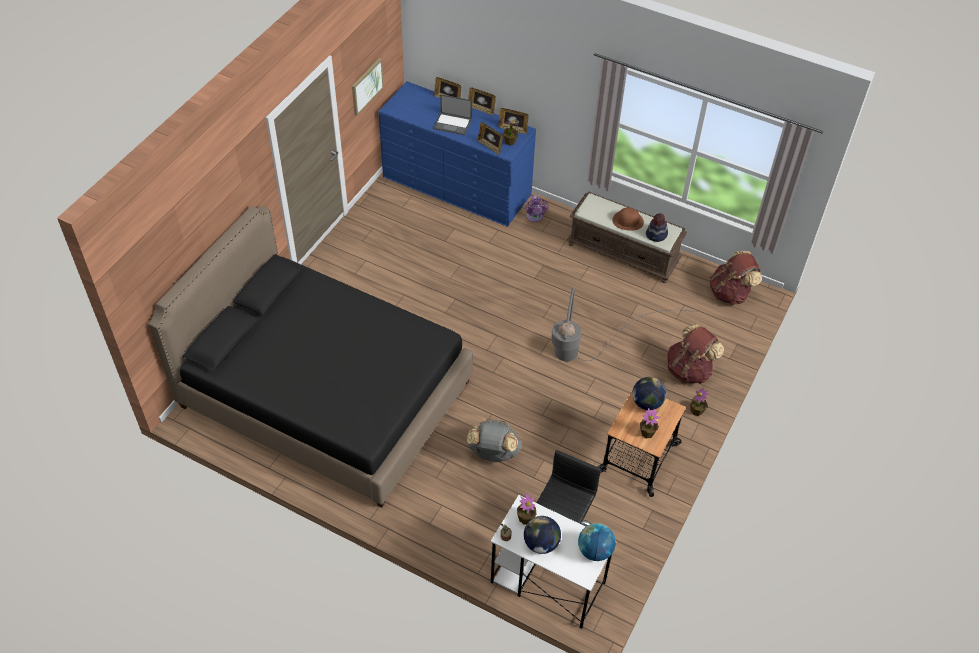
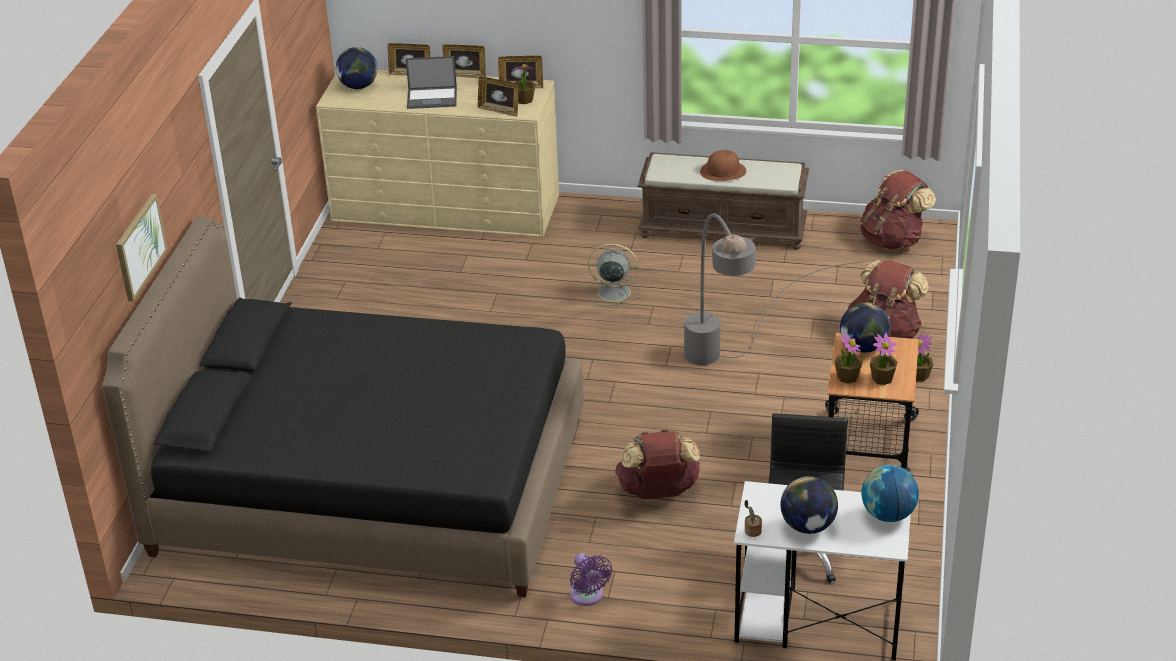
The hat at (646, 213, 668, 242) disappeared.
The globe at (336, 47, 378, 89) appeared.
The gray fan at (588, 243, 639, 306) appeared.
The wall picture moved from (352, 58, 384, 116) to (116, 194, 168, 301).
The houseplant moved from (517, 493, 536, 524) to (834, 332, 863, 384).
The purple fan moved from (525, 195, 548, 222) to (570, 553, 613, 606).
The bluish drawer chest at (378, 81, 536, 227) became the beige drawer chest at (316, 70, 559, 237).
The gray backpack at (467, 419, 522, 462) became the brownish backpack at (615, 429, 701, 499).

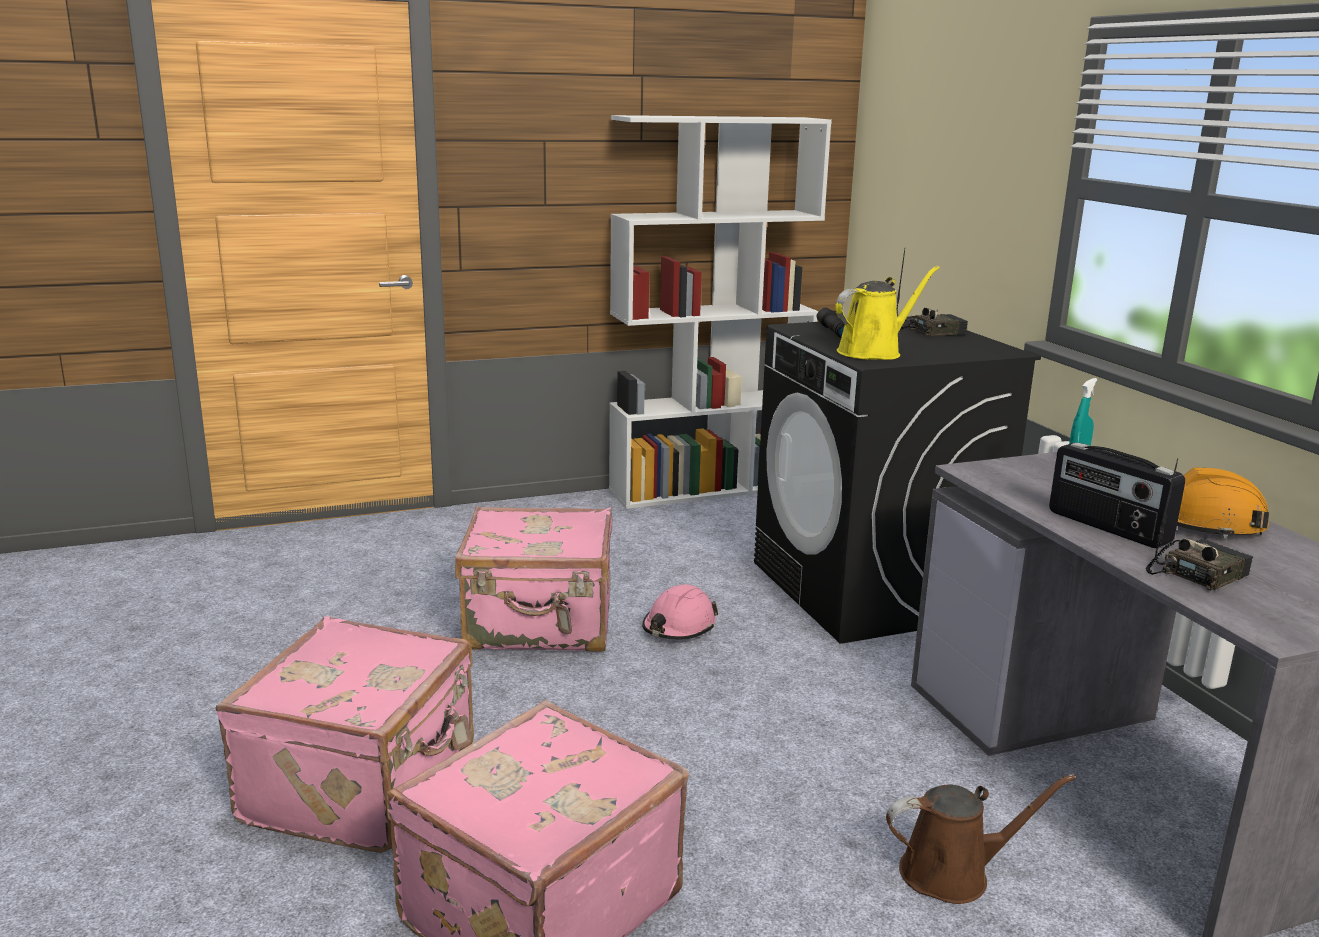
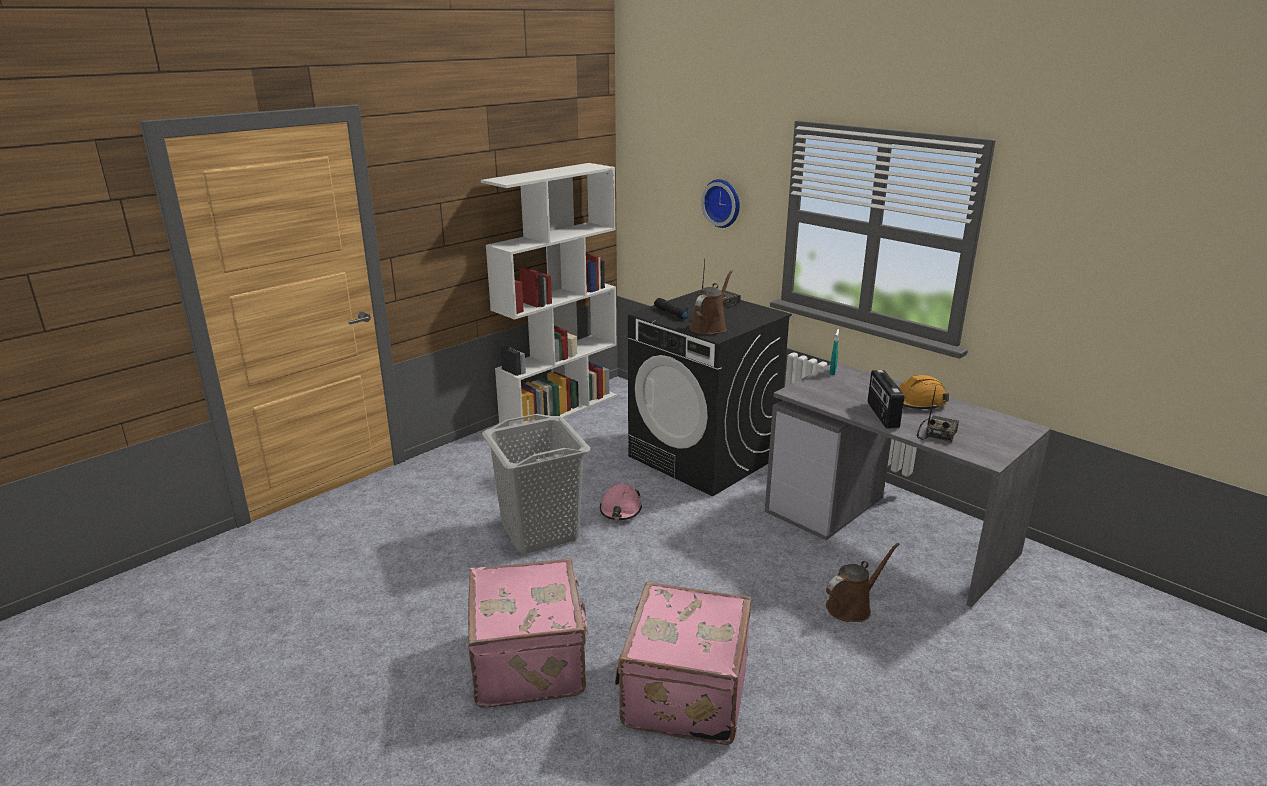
The wall clock at (701, 179, 740, 228) appeared.
The pink suitcase at (455, 506, 612, 652) was replaced by the gray washing basket at (482, 414, 590, 554).
The yellow watering pot at (835, 266, 939, 360) became the brownish watering pot at (690, 270, 733, 335).
The radio at (1049, 443, 1185, 548) turned 60 degrees clockwise.

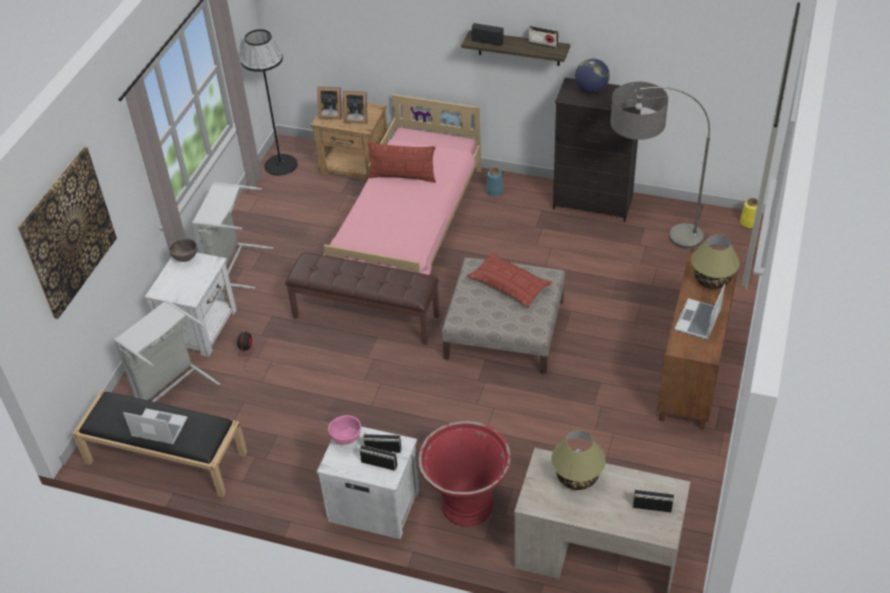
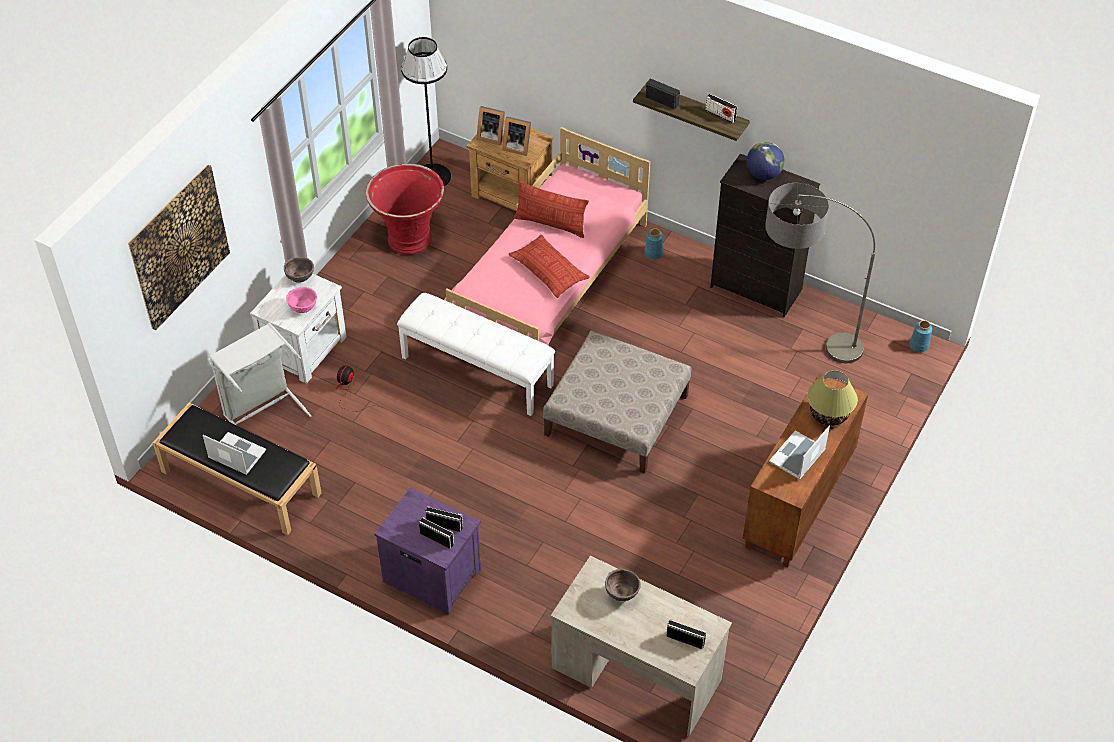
The gray washing basket at (192, 182, 274, 289) disappeared.
The pink deep dish moved from (328, 415, 361, 445) to (286, 287, 317, 313).
The red-coloured flower pot moved from (418, 421, 511, 526) to (365, 164, 444, 255).
The cushion moved from (467, 252, 552, 308) to (508, 235, 589, 298).
The lamp for a table at (551, 430, 606, 490) was replaced by the brownish deep dish at (605, 569, 641, 601).
The brownish indoor bench at (285, 252, 439, 345) became the white-coloured indoor bench at (397, 293, 555, 416).
The white-coloured bedside table at (317, 427, 420, 539) became the purple bedside table at (375, 488, 481, 615).
The yellow flower vase at (740, 198, 758, 228) became the bluish flower vase at (910, 320, 932, 352).

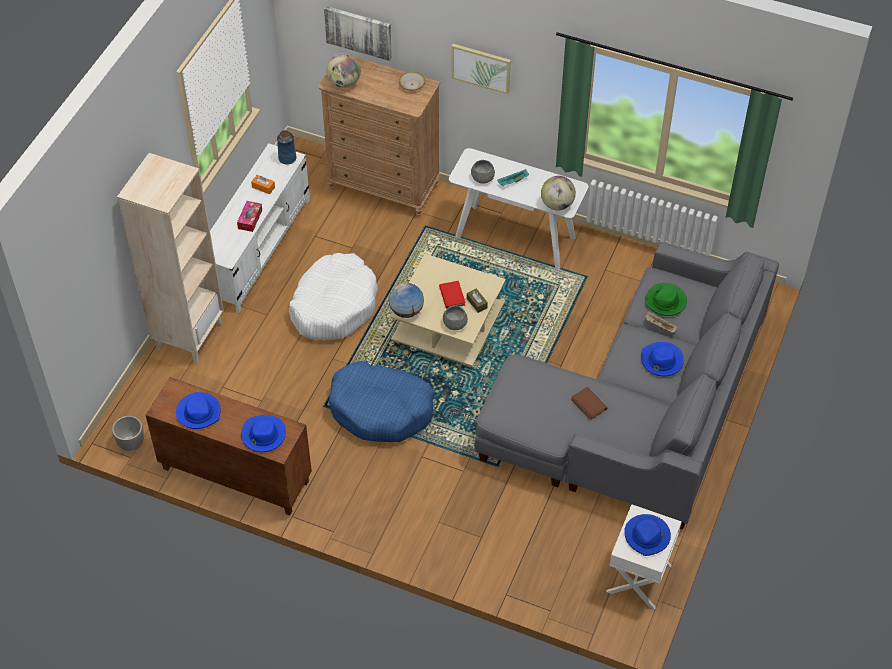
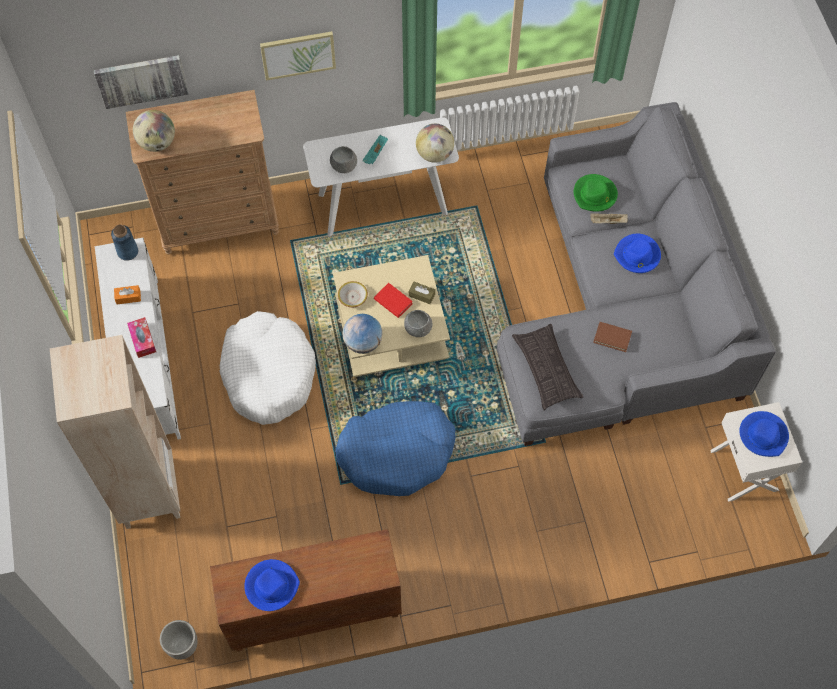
The bluish hat at (241, 415, 286, 452) disappeared.
The cushion at (512, 324, 583, 411) appeared.
The deep dish moved from (399, 72, 425, 91) to (338, 281, 368, 307).

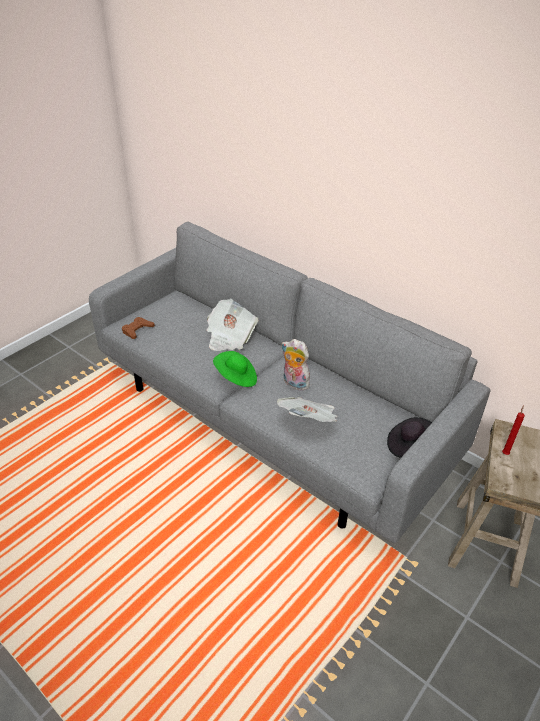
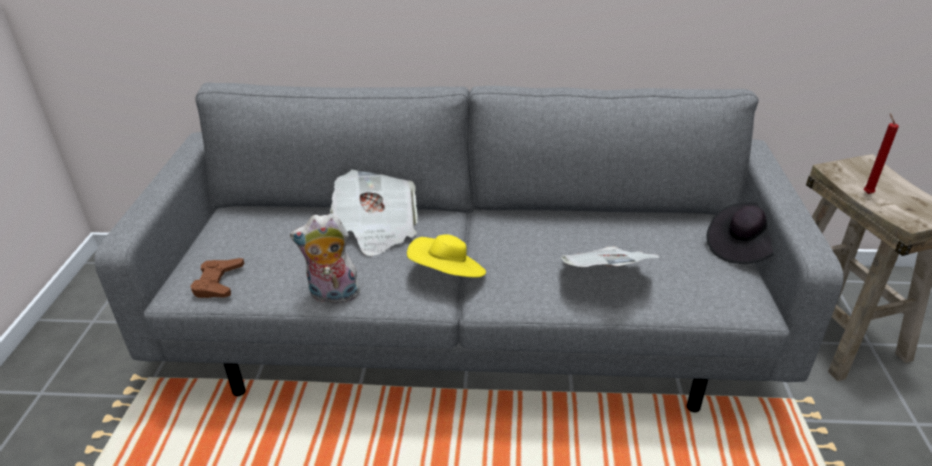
The plush toy moved from (281, 339, 310, 391) to (290, 213, 363, 303).
The greenish hat at (213, 351, 257, 387) became the yellow hat at (407, 234, 486, 277).

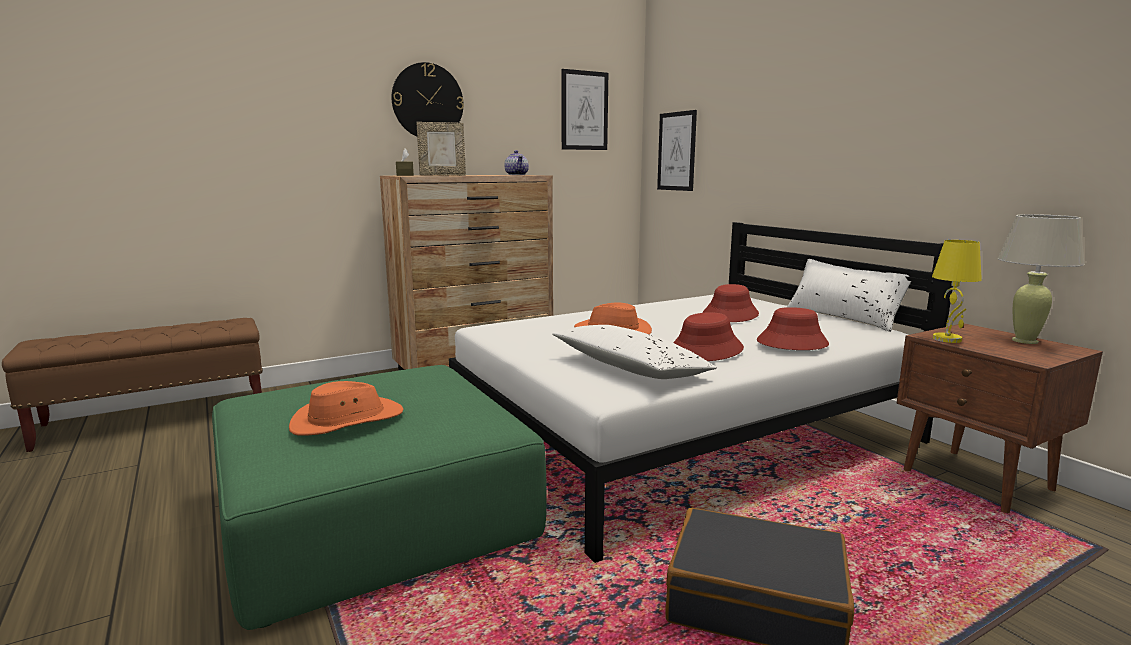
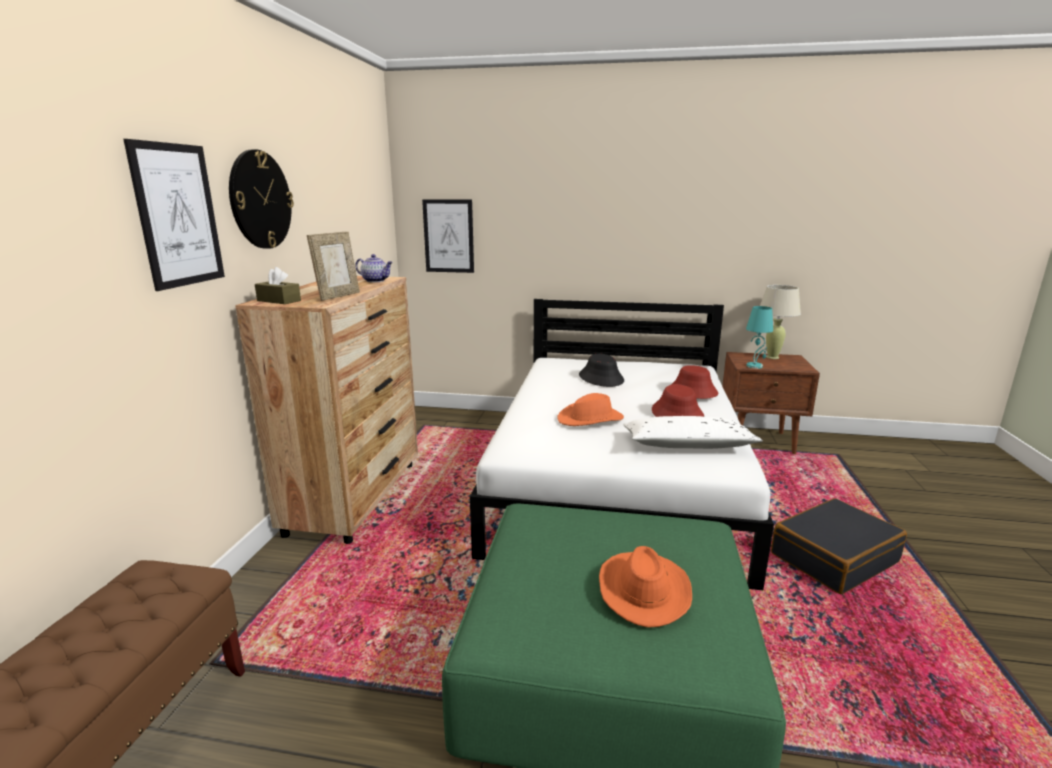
The white-coloured cushion at (787, 259, 911, 332) disappeared.
The wall picture moved from (562, 69, 608, 150) to (123, 139, 225, 291).
The red-coloured hat at (703, 284, 759, 322) became the black hat at (579, 354, 624, 387).
The yellow lamp for a table at (932, 240, 982, 343) became the blue-green lamp for a table at (746, 306, 773, 369).

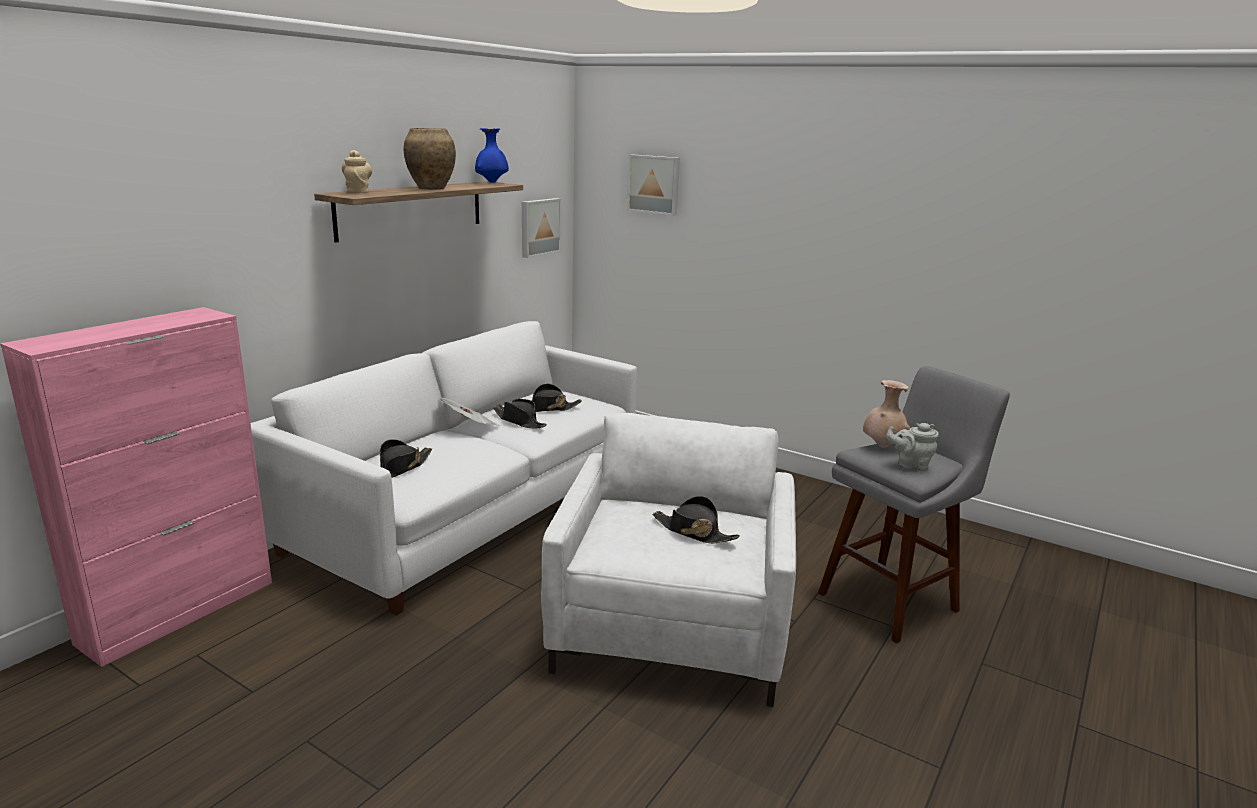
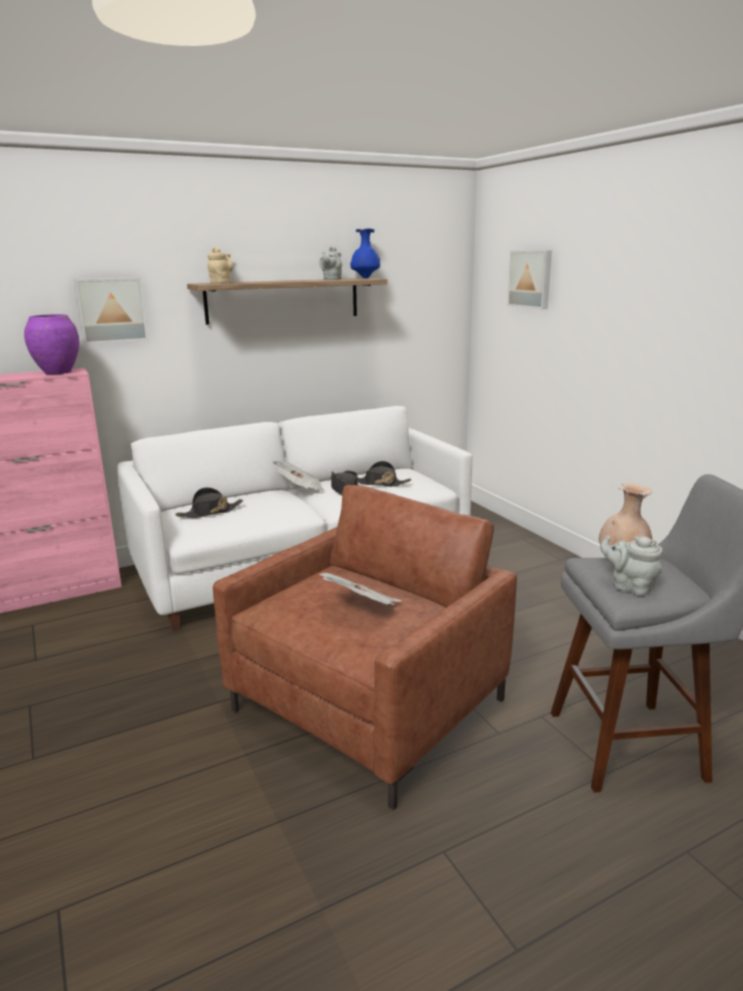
The brownish flower vase at (404, 128, 456, 190) disappeared.
The purple flower vase at (24, 314, 79, 375) appeared.
The gray teapot at (319, 246, 342, 280) appeared.
The wall picture moved from (522, 198, 561, 258) to (74, 277, 149, 345).
The black hat at (653, 496, 740, 544) was replaced by the printed paper at (319, 573, 401, 605).
The white-coloured lounge chair at (541, 413, 796, 707) became the brownish lounge chair at (213, 485, 517, 810).

